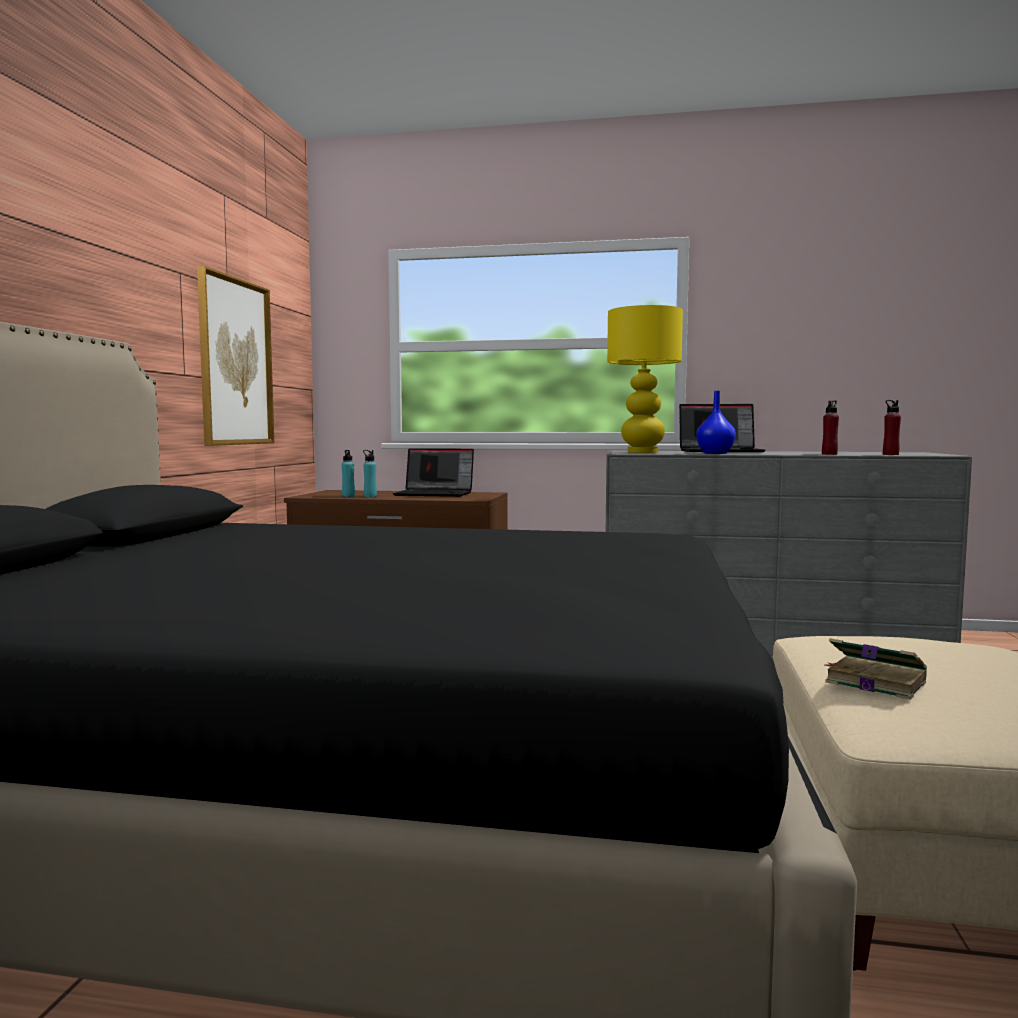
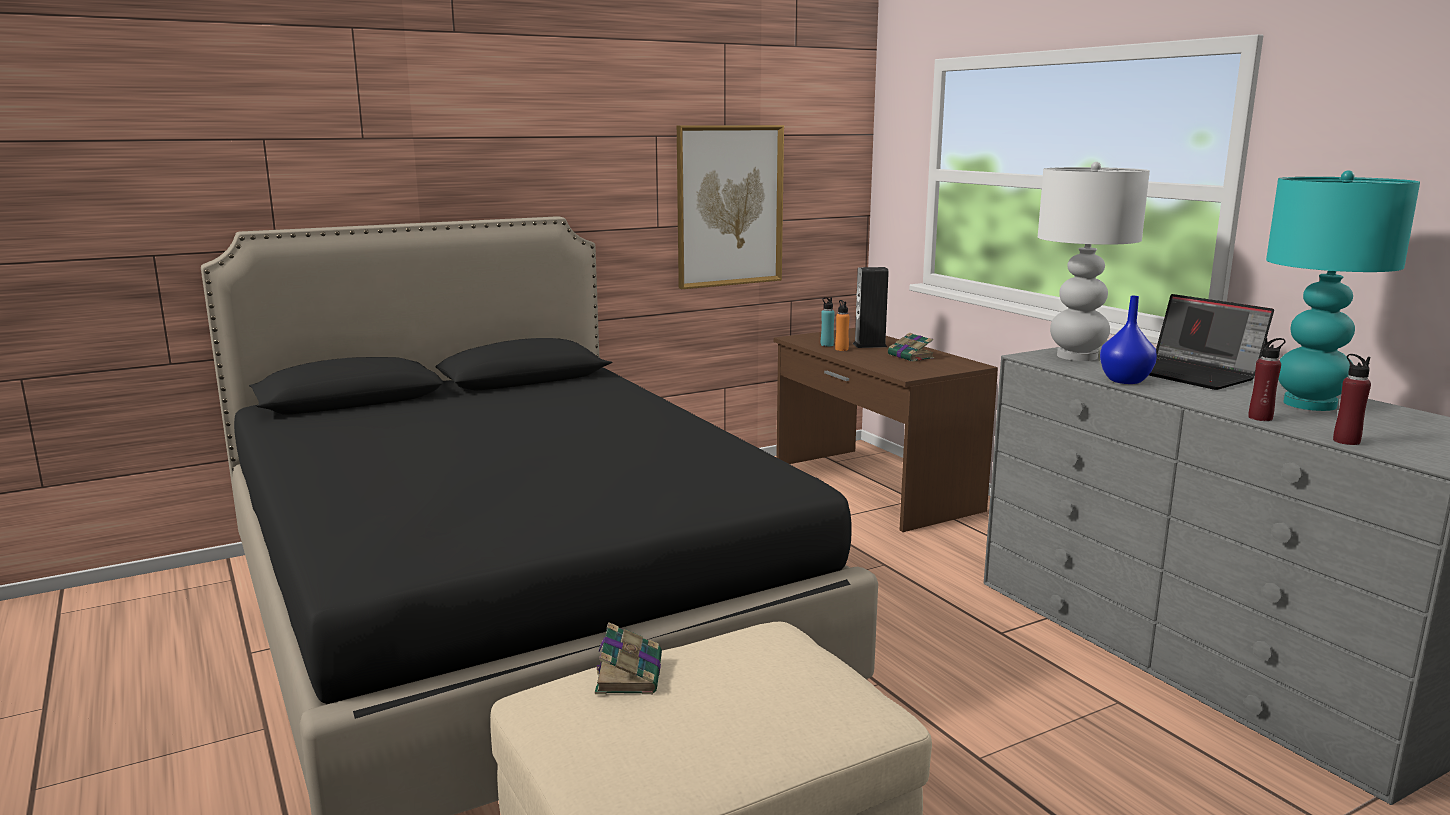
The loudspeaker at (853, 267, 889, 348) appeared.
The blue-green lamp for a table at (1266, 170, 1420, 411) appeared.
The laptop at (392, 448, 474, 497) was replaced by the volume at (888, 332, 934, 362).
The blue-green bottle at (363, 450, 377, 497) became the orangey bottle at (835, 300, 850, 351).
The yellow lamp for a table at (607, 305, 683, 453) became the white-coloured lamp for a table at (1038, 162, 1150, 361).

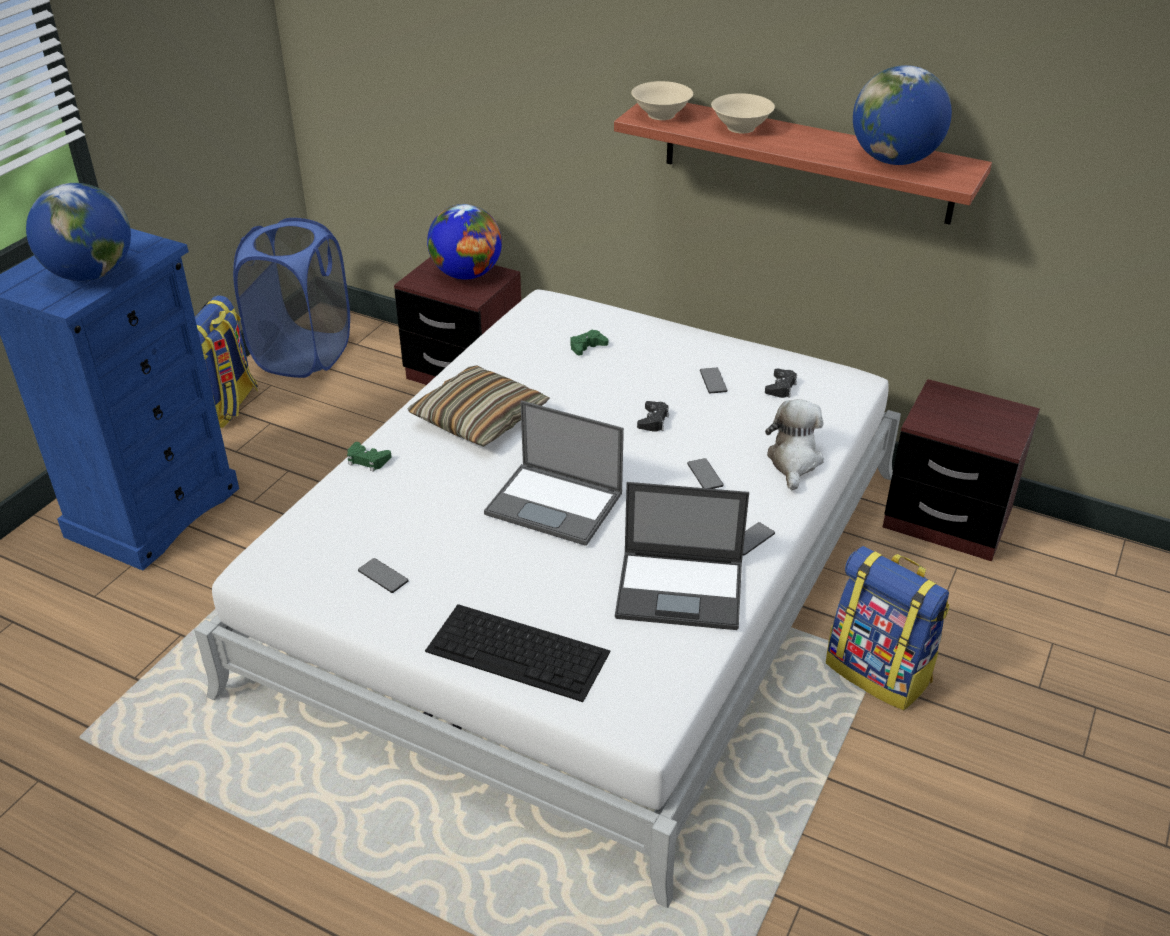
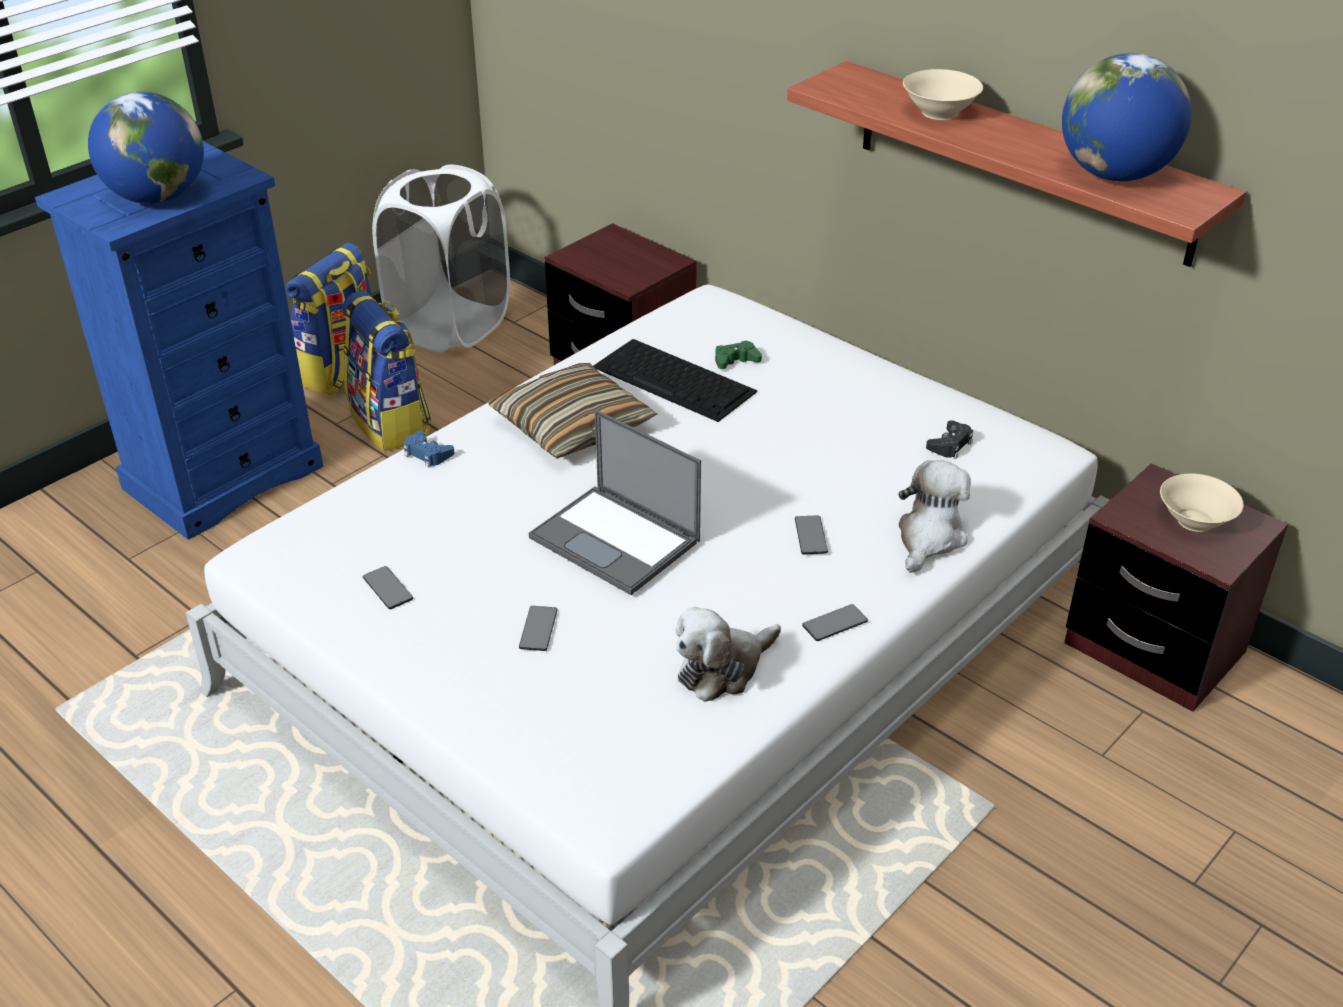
The globe at (427, 204, 502, 280) disappeared.
The black gamepad at (637, 401, 669, 432) disappeared.
The PC keyboard moved from (425, 604, 610, 702) to (593, 339, 757, 422).
The beige deep dish moved from (631, 81, 693, 120) to (1160, 474, 1244, 532).
The phone moved from (700, 368, 727, 393) to (519, 606, 557, 651).
The backpack moved from (826, 546, 950, 710) to (342, 291, 431, 452).
The laptop at (615, 482, 749, 630) was replaced by the plush toy at (676, 607, 781, 702).
The bluish washing basket at (233, 218, 350, 378) became the white-coloured washing basket at (372, 164, 510, 352).
The greenish gamepad at (347, 442, 392, 472) became the bluish gamepad at (403, 430, 455, 468).

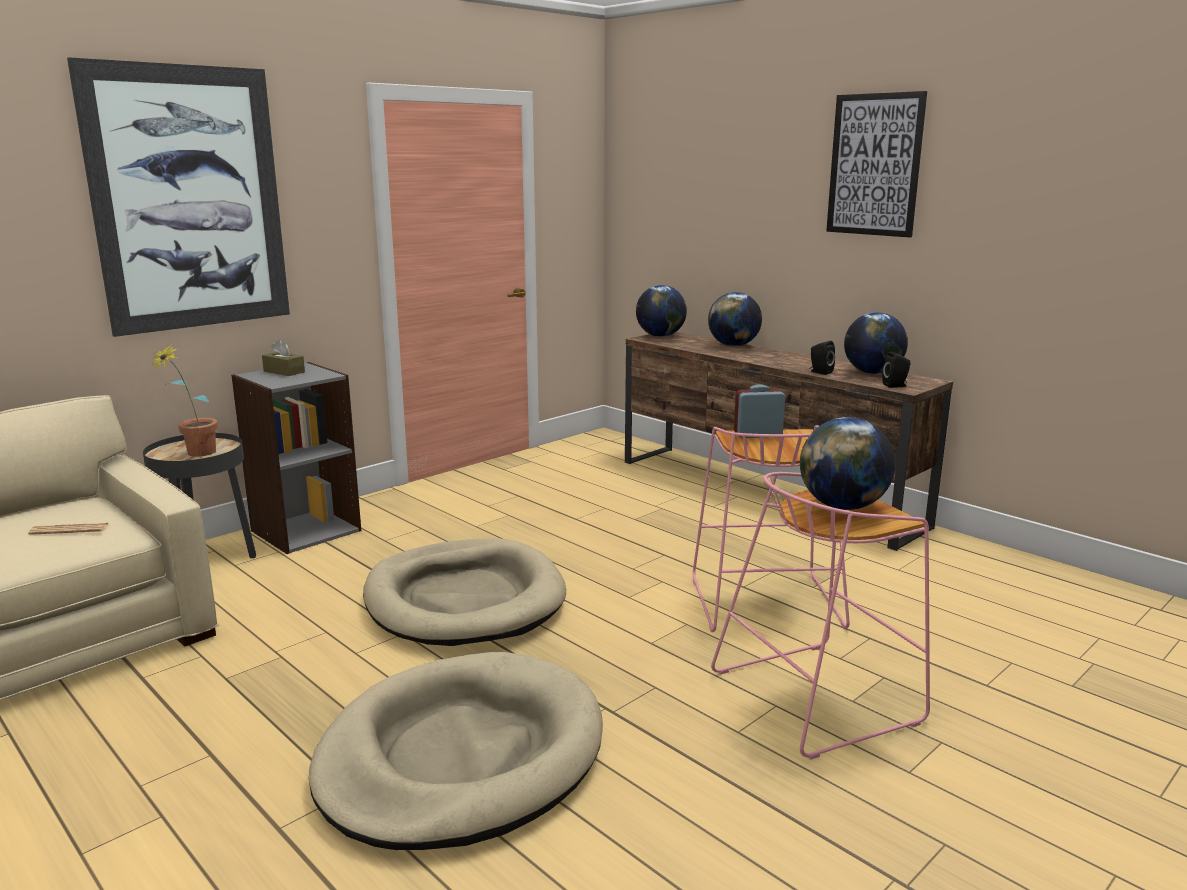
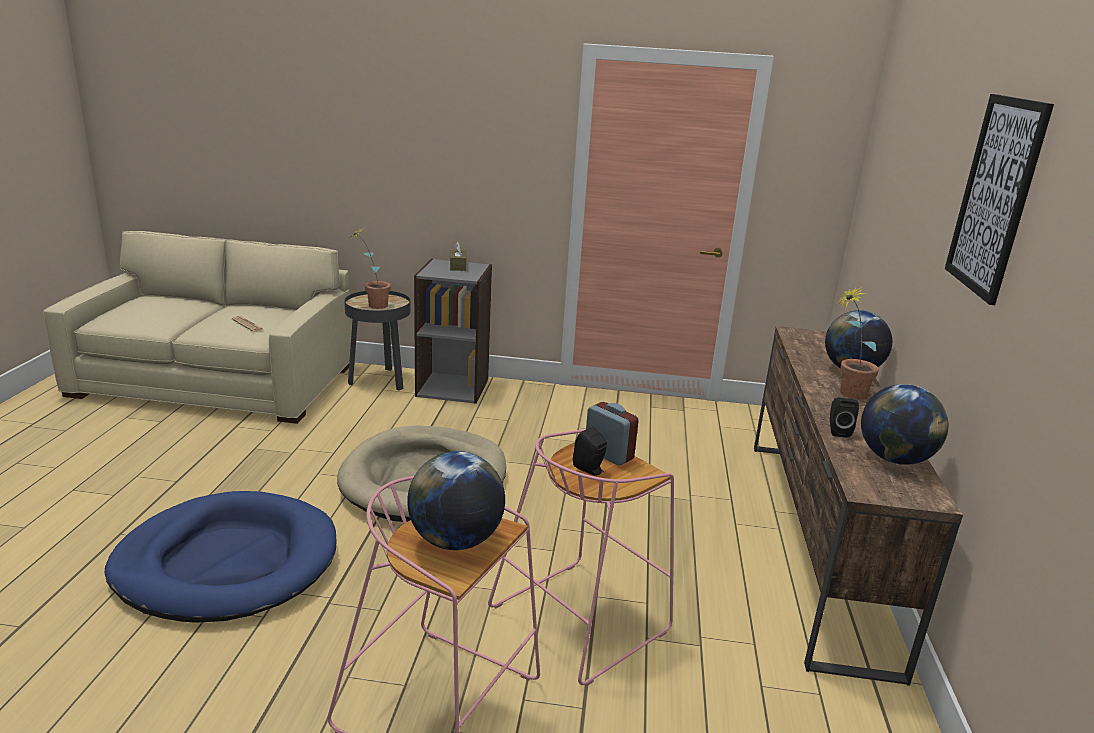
The wall picture at (67, 57, 290, 337) disappeared.
The globe at (636, 285, 687, 337) disappeared.
The houseplant at (835, 286, 879, 399) appeared.
The black loudspeaker moved from (882, 351, 911, 388) to (573, 426, 607, 476).
The beige pet bed at (309, 652, 603, 850) became the bluish pet bed at (105, 491, 337, 623).

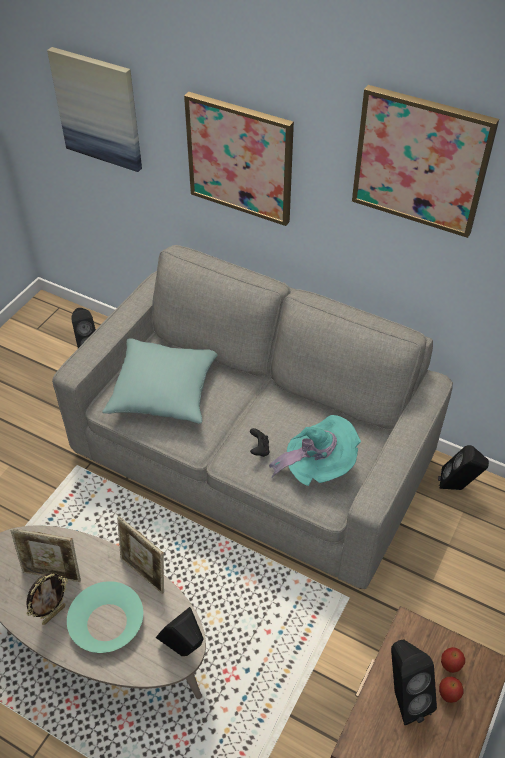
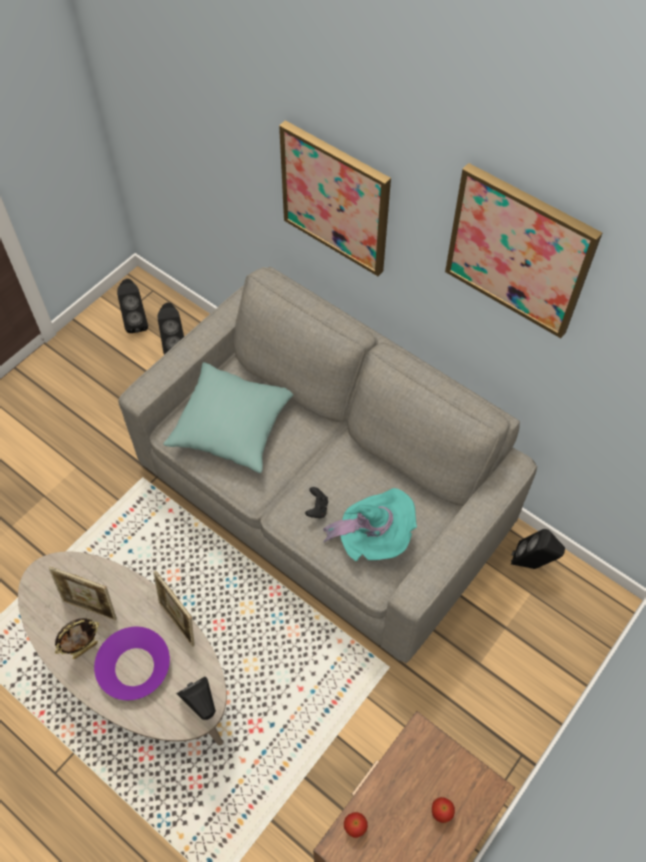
The wall picture at (47, 47, 142, 172) disappeared.
The black loudspeaker moved from (391, 639, 437, 725) to (117, 279, 148, 333).
The apple moved from (441, 647, 465, 673) to (344, 812, 368, 838).
The blue-green deep dish at (67, 581, 143, 653) became the purple deep dish at (94, 627, 170, 700).

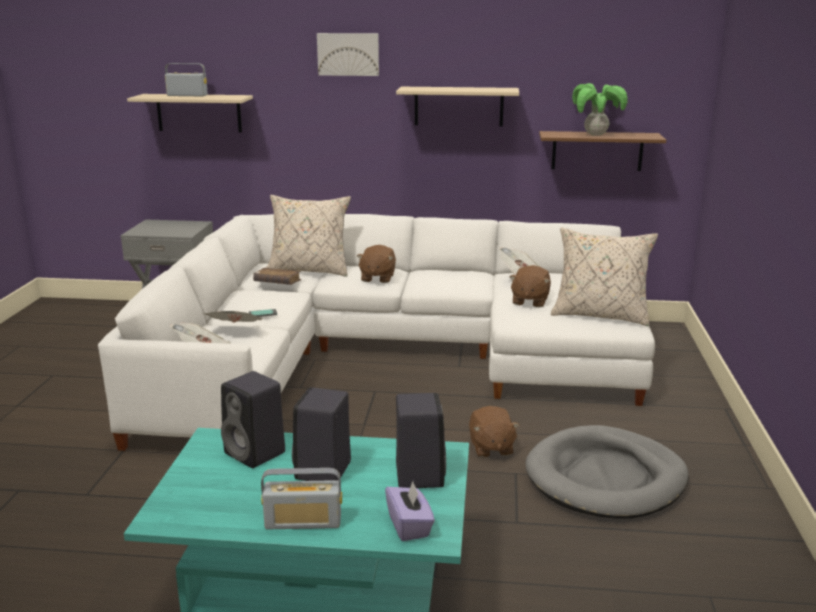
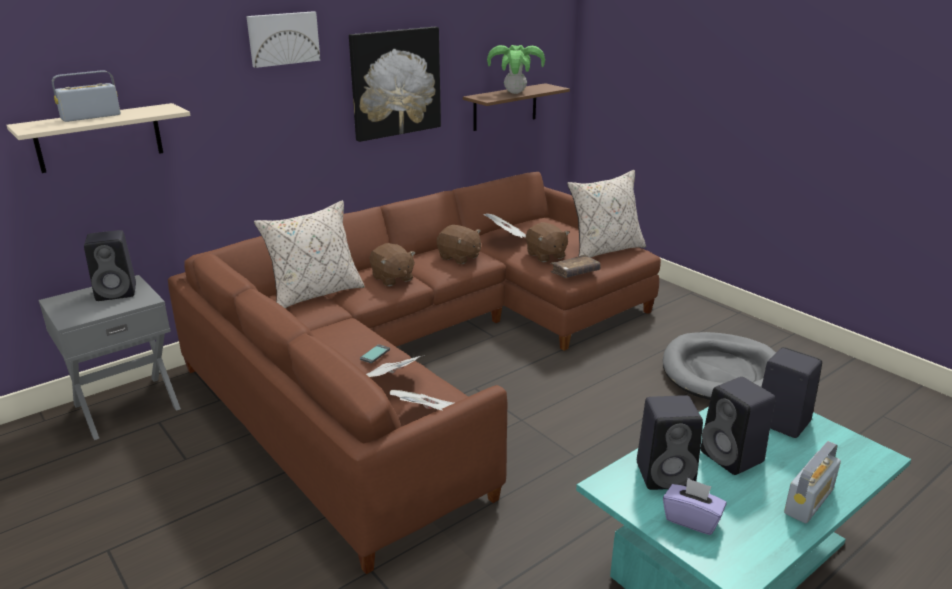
The black loudspeaker at (84, 230, 136, 301) appeared.
The brownish volume moved from (253, 268, 302, 285) to (551, 255, 601, 278).
The purple tissue holder moved from (385, 481, 435, 541) to (663, 478, 727, 535).
The brownish plush toy moved from (469, 406, 520, 458) to (437, 225, 481, 264).
The beige wall shelf at (396, 87, 519, 127) was replaced by the wall picture at (349, 27, 441, 142).
The white-coloured couch at (98, 214, 655, 451) became the brownish couch at (168, 172, 661, 574).

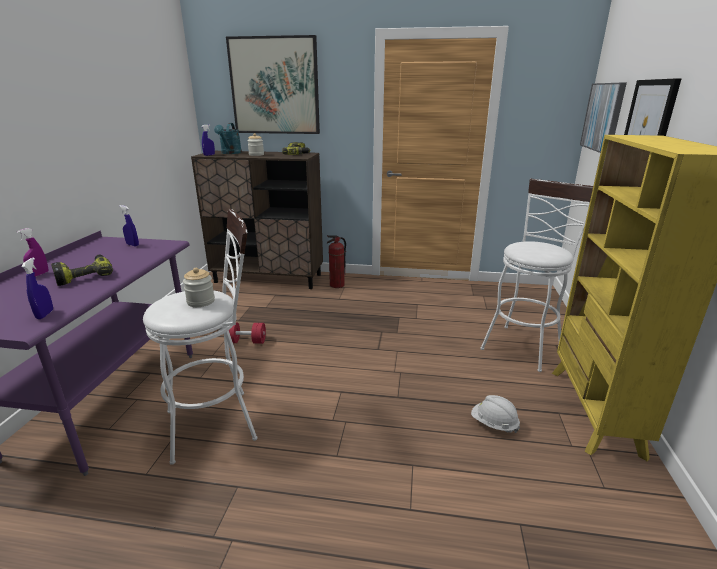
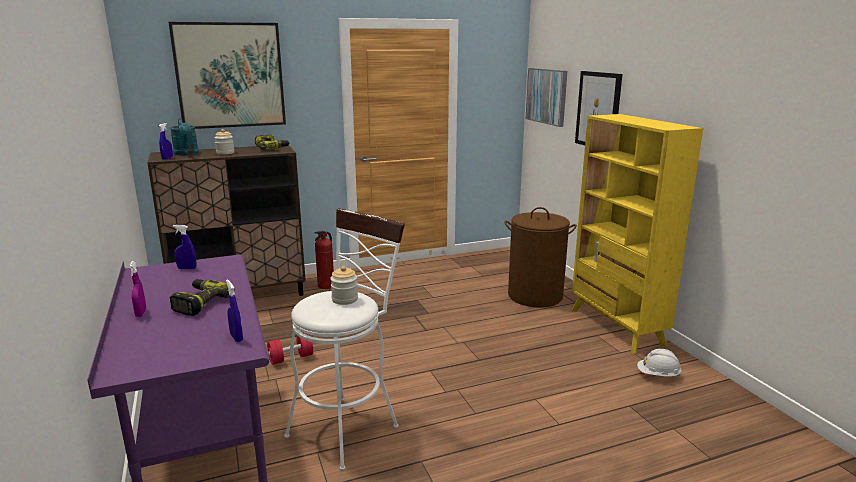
The white-coloured work helmet moved from (471, 395, 520, 433) to (637, 349, 682, 377).
The white-coloured stool seat at (480, 178, 593, 372) was replaced by the brownish washing basket at (505, 207, 577, 307).

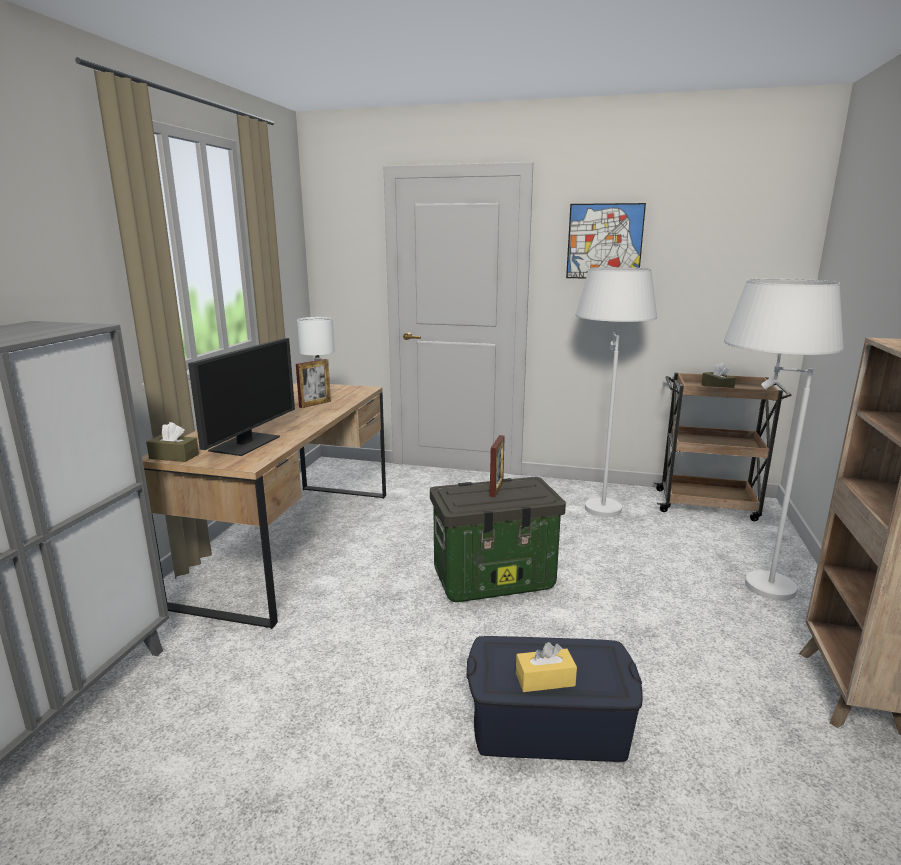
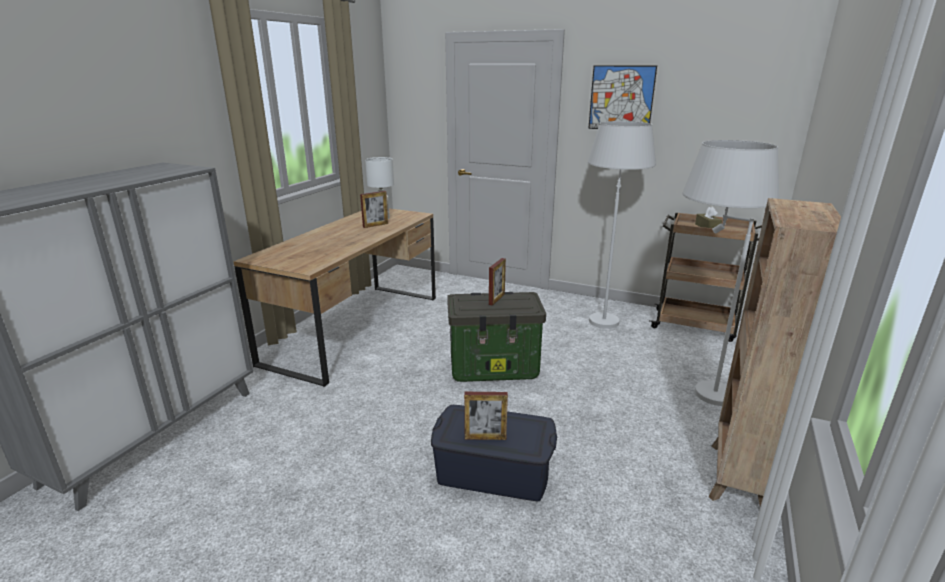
The brownish tissue holder at (146, 422, 199, 462) disappeared.
The computer screen at (188, 338, 295, 456) disappeared.
The yellow tissue holder at (516, 642, 577, 692) was replaced by the standing frame at (464, 392, 508, 440).

